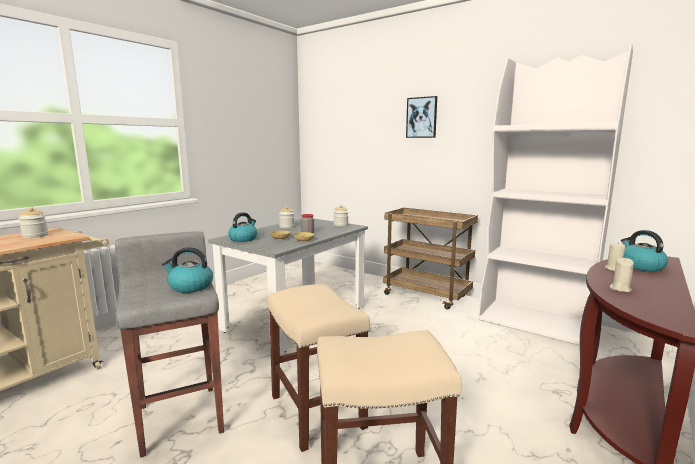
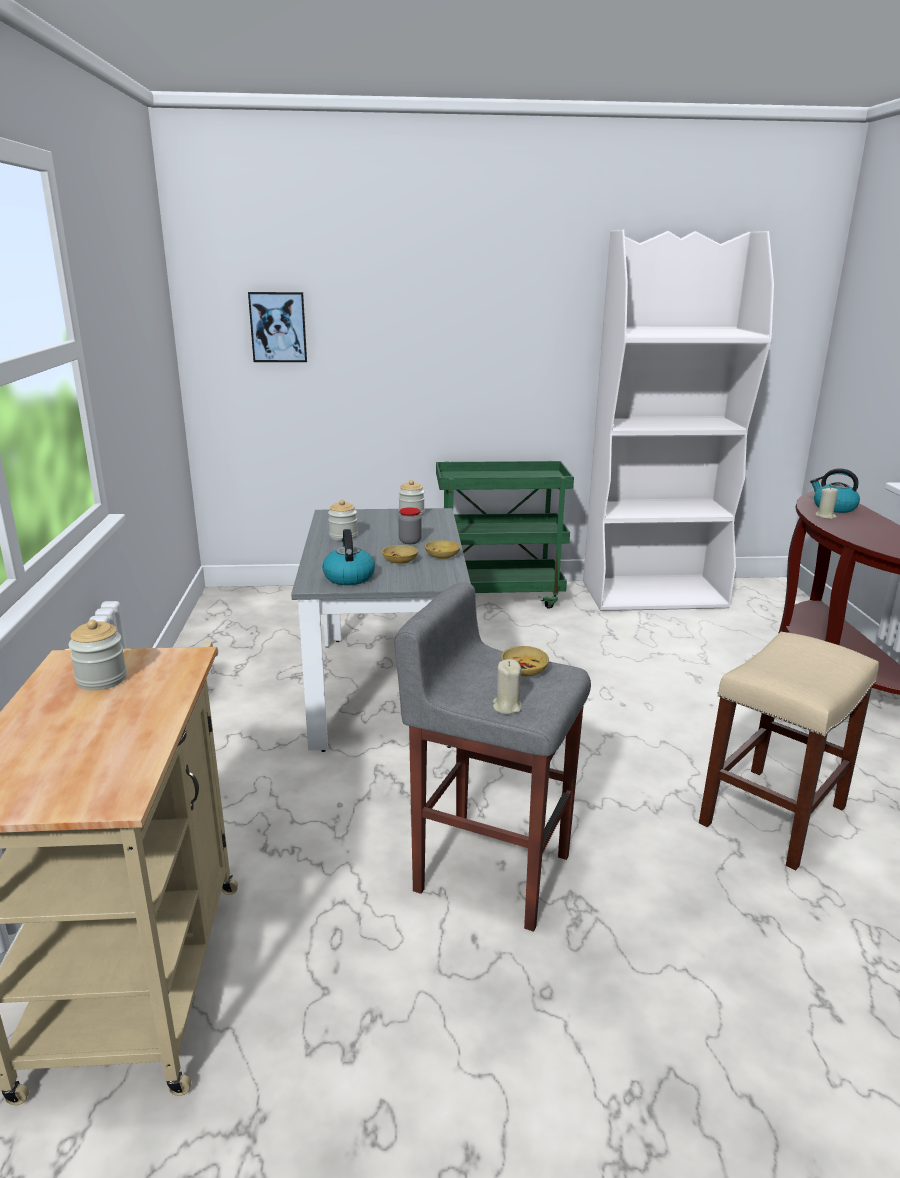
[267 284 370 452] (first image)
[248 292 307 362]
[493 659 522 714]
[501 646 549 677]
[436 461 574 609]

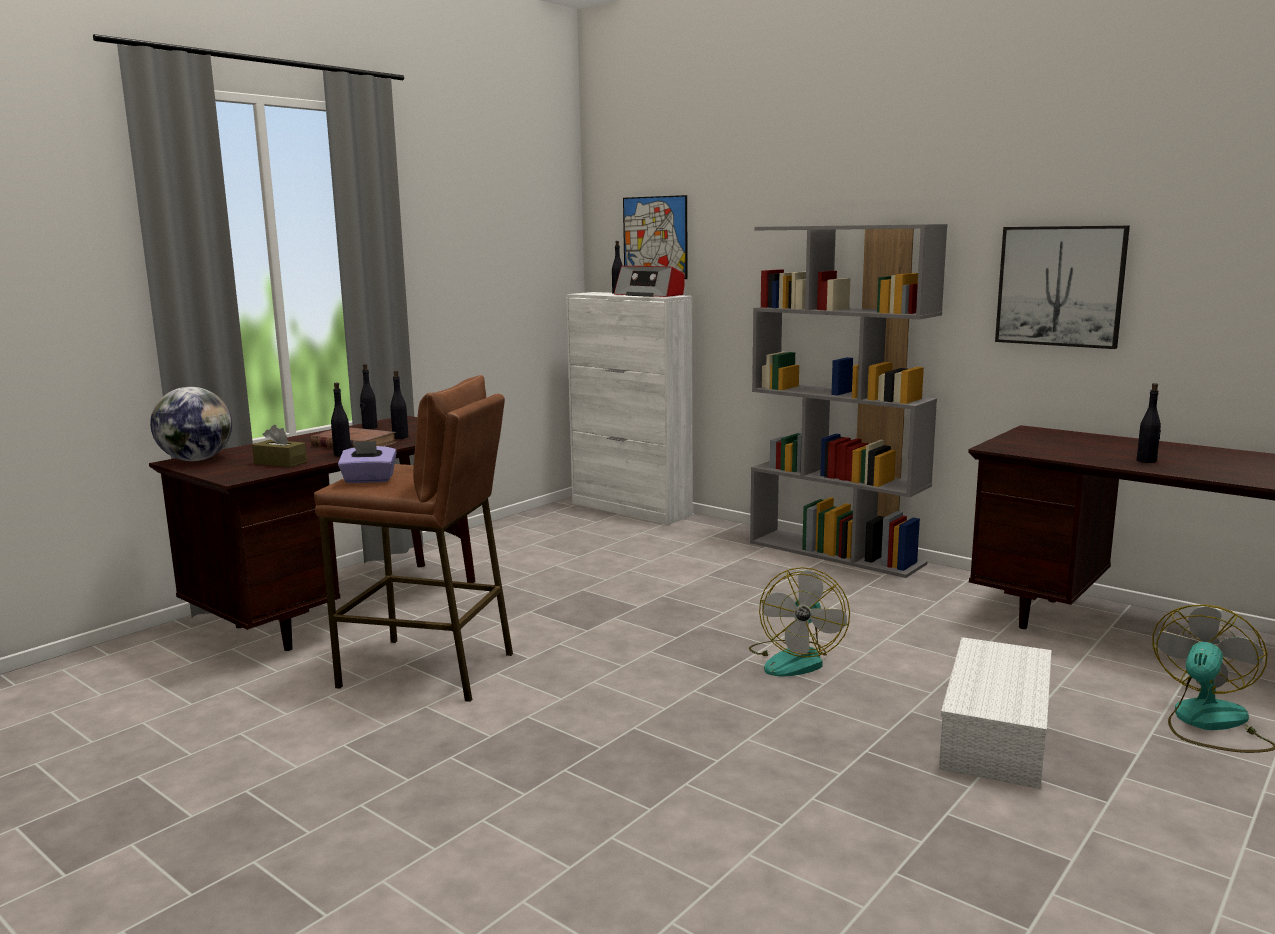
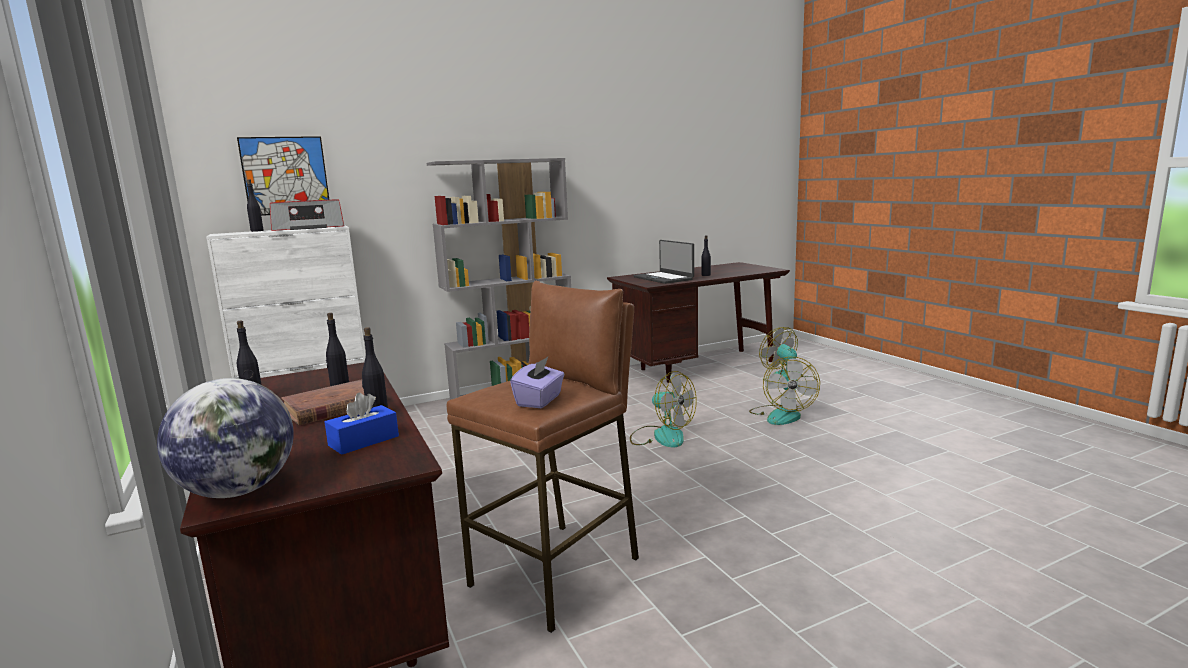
[995 226 1130 349] (first image)
[633 240 694 284]
[749 357 820 425]
[325 393 399 455]

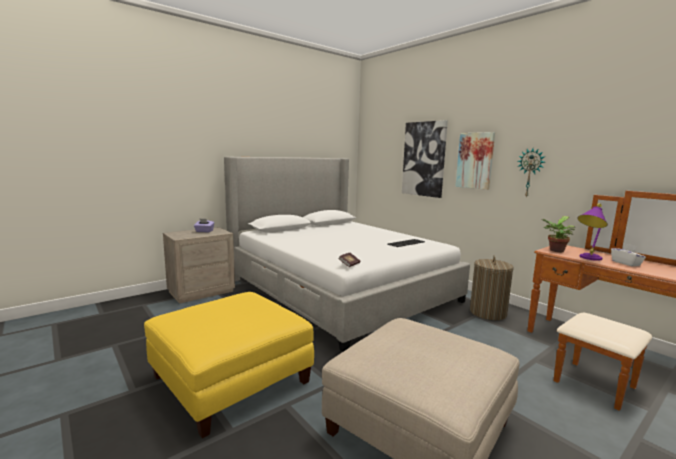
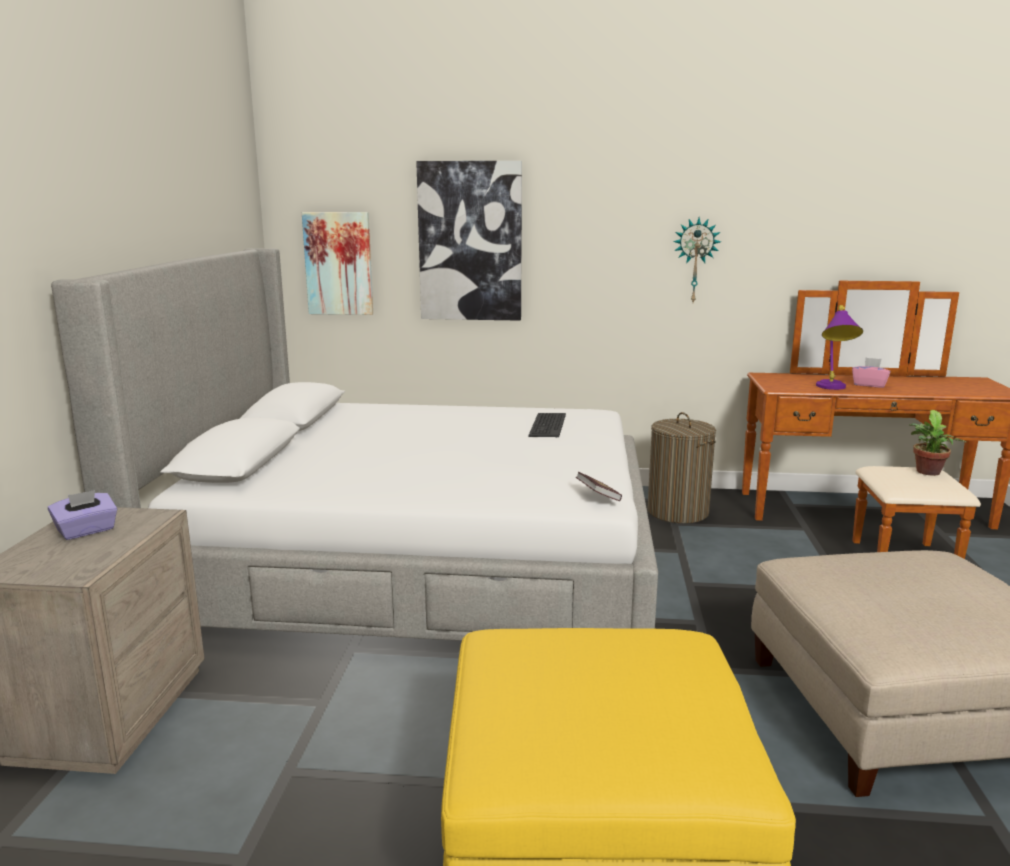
[302 212 373 315]
[909 410 966 476]
[852 358 891 388]

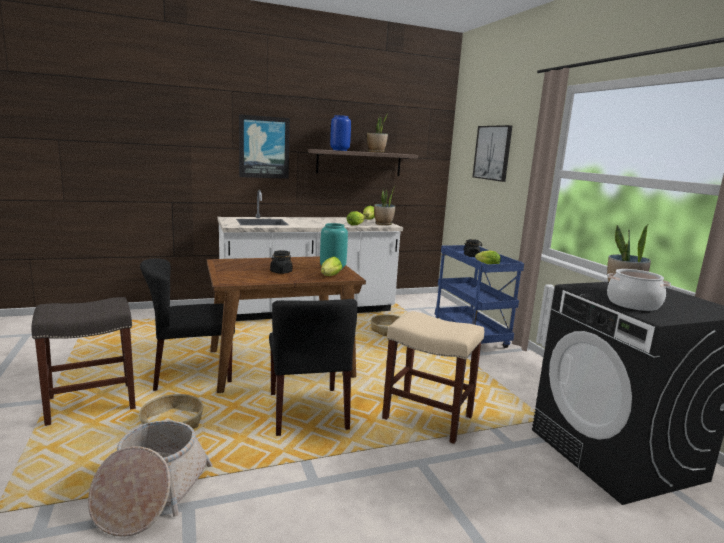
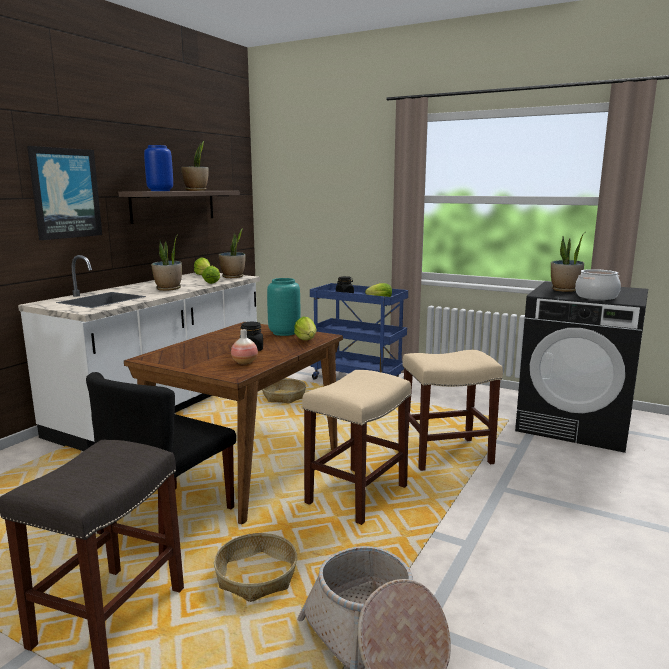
[473 125 512 182] (first image)
[151 234 182 291]
[231 329 258 364]
[302 370 411 525]

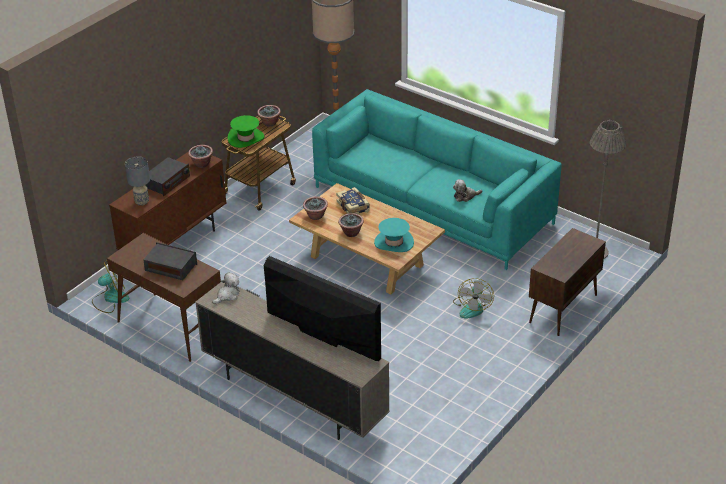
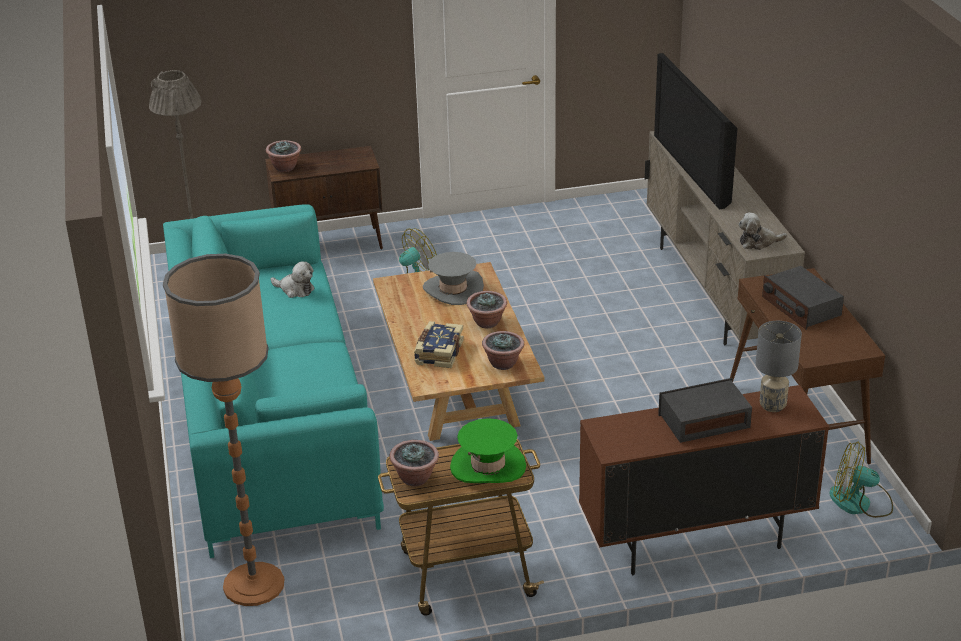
[266 140 301 172]
[423 252 484 305]

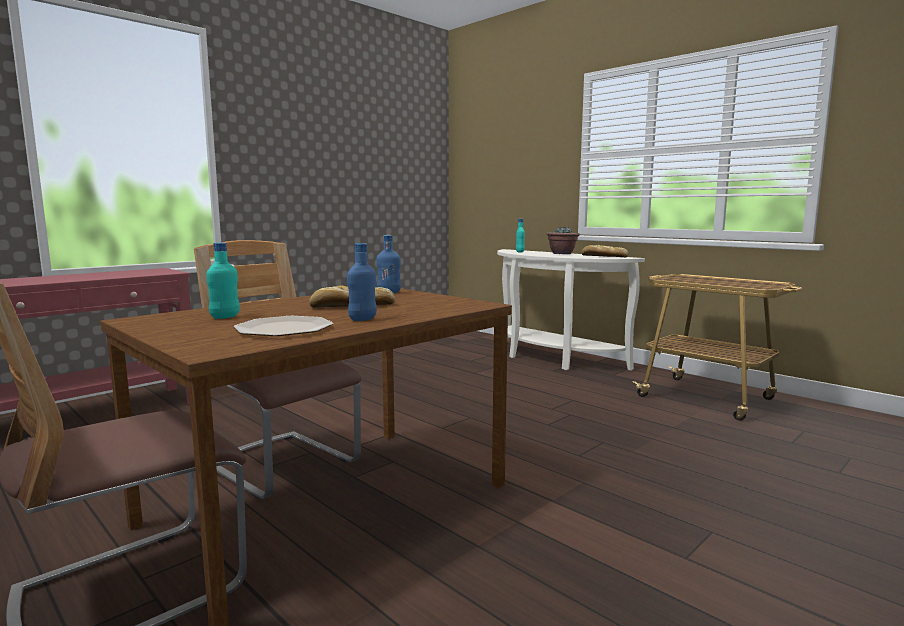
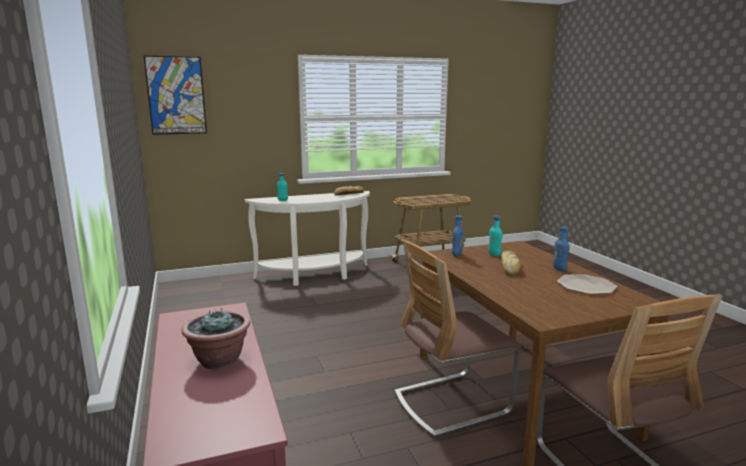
[144 56 207 135]
[488 216 503 257]
[181 308 250 370]

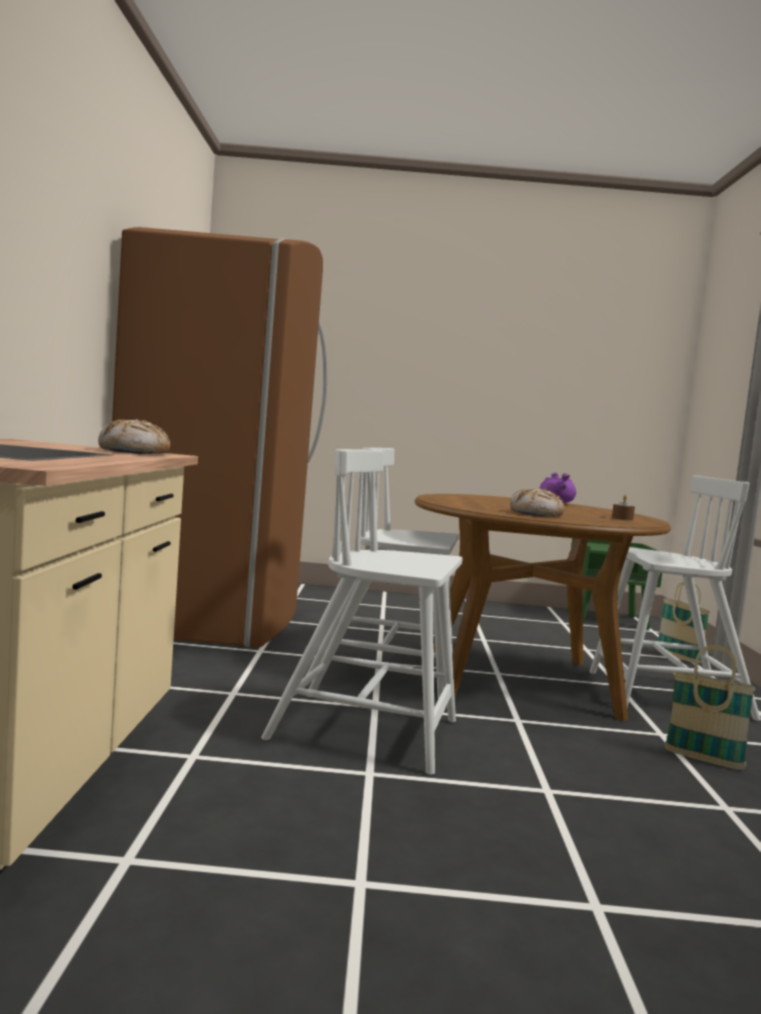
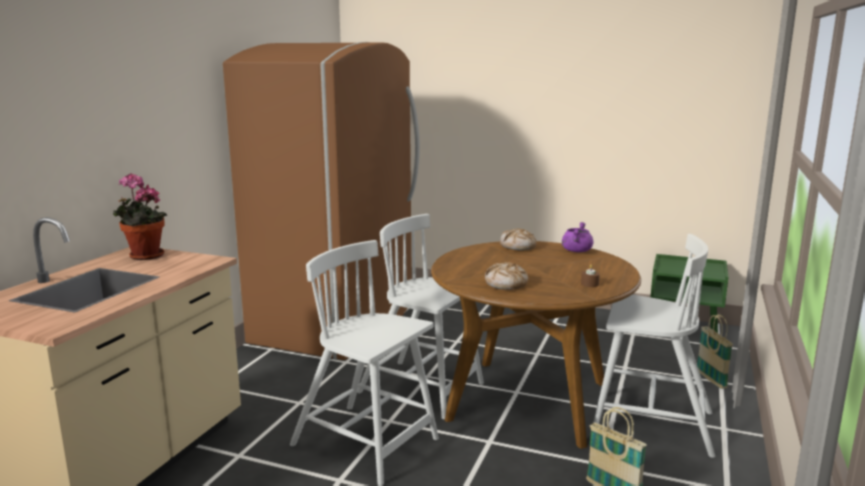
[113 173 167 260]
[500 229 537 251]

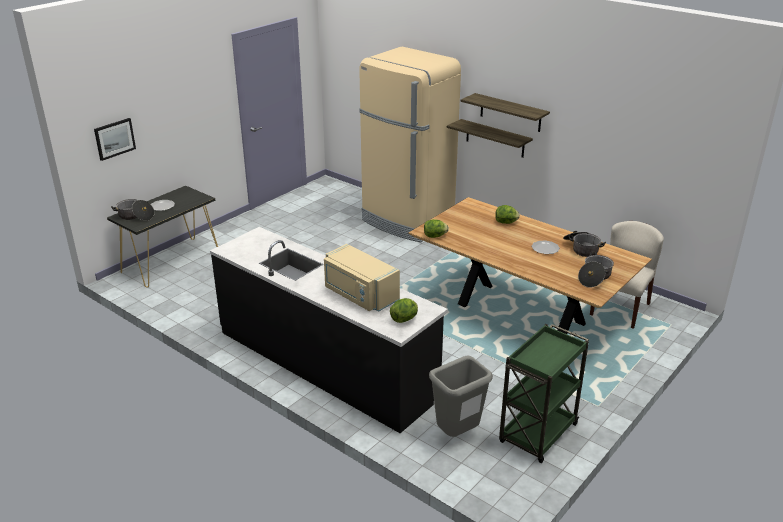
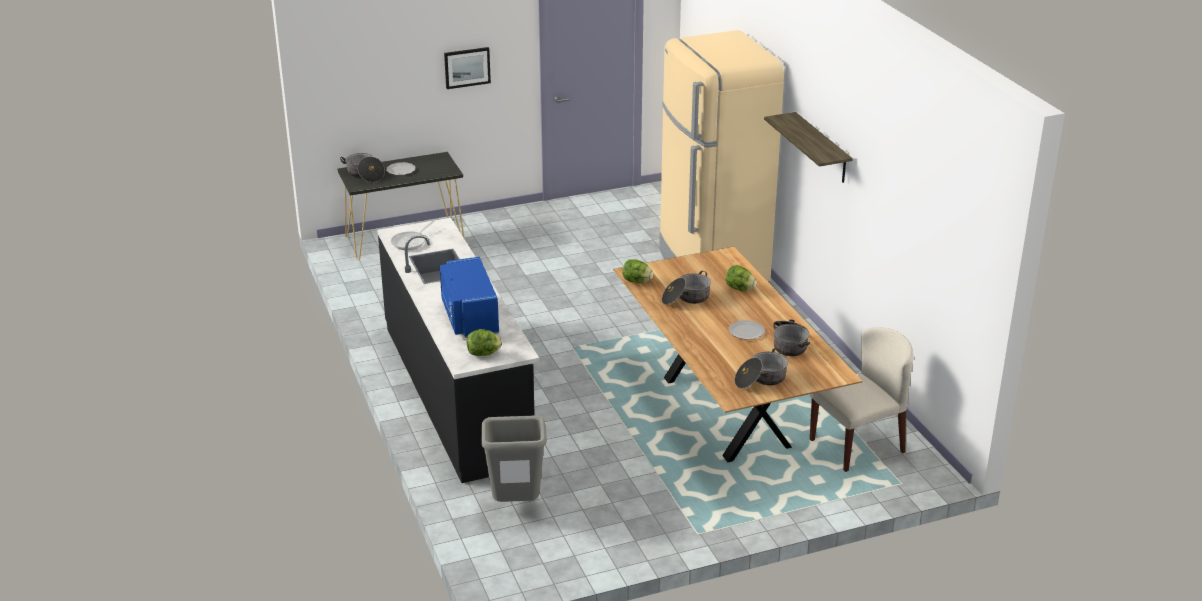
[447 119 533 158] (first image)
[499 324 589 463] (first image)
[391 220 435 250]
[662 271 711 305]
[444 47 491 89]
[440 257 499 338]

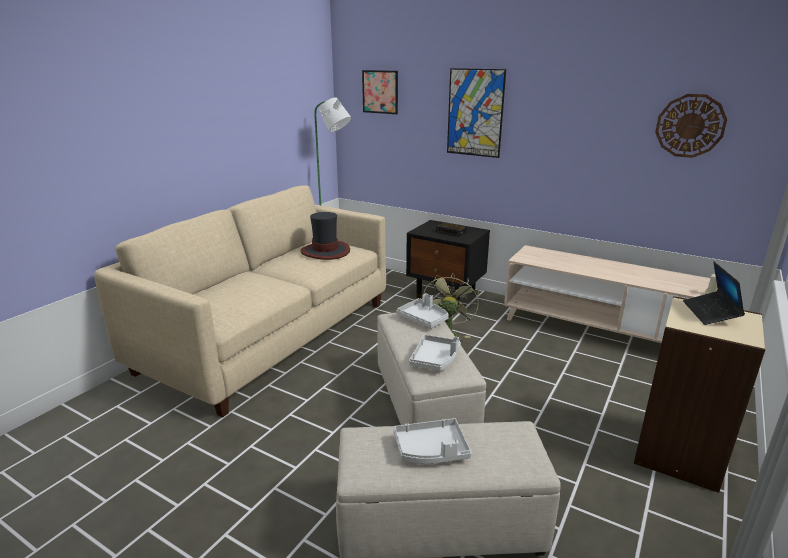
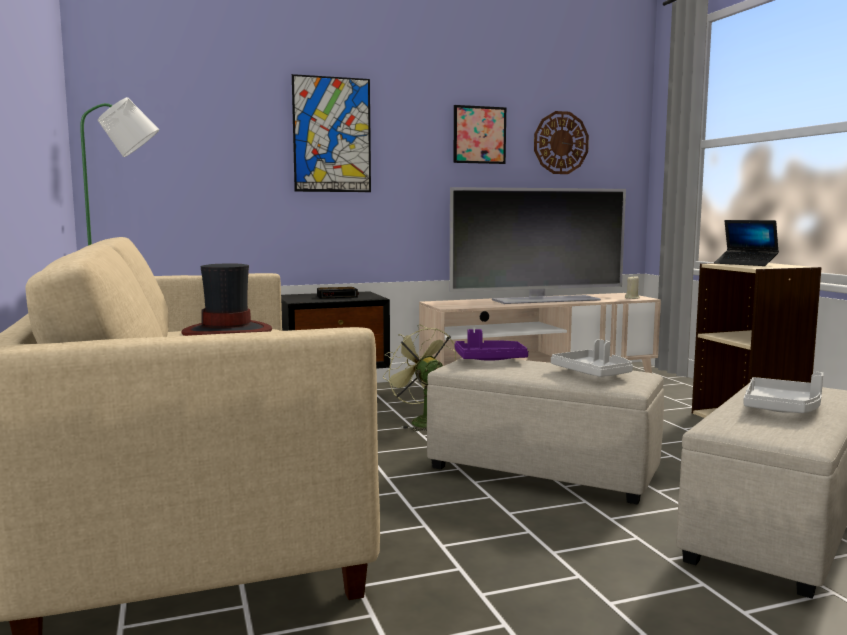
[449 187 626 304]
[453 105 506 164]
[455 329 528 361]

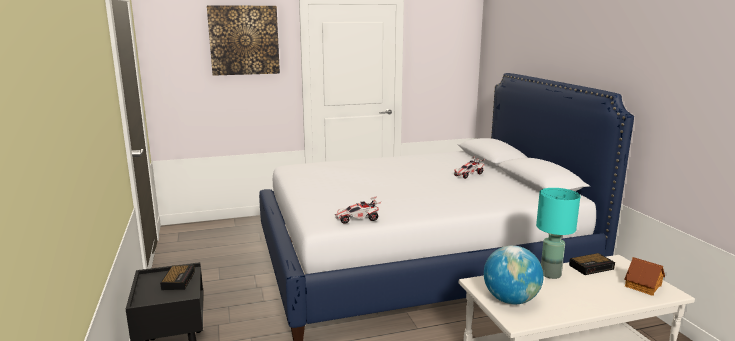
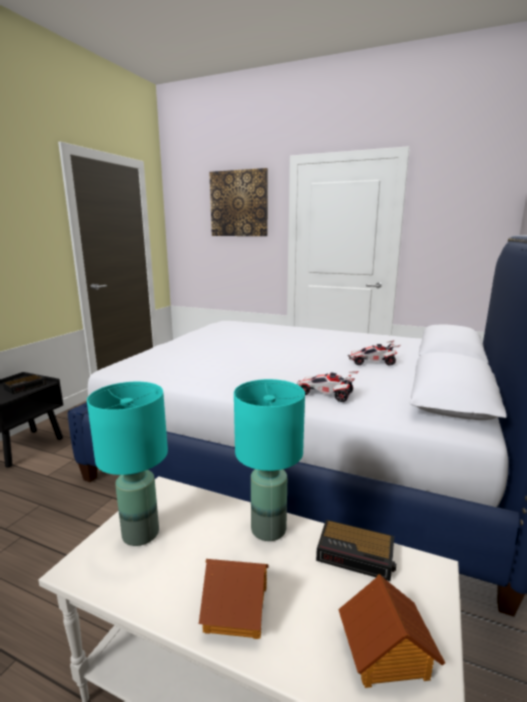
[199 559 269 639]
[297 371 359 402]
[87 382 168 546]

